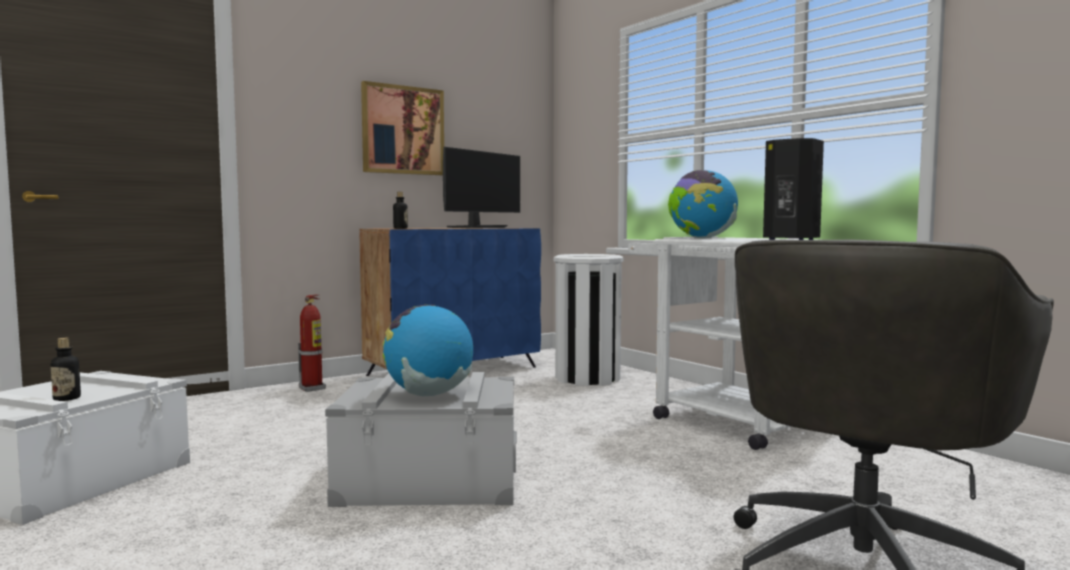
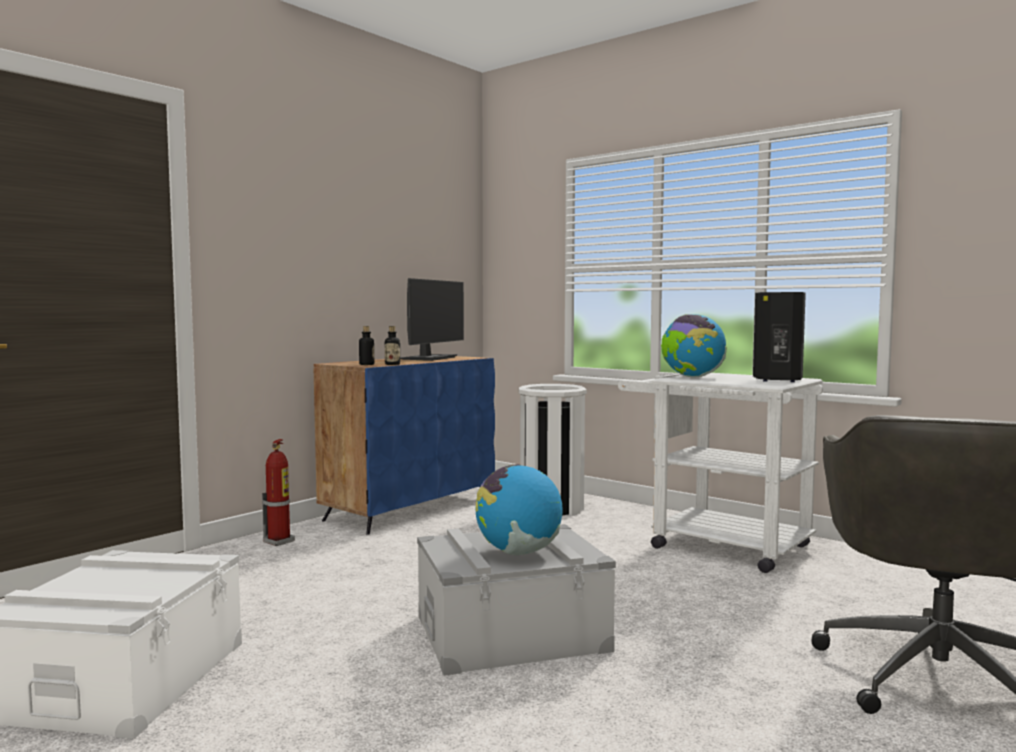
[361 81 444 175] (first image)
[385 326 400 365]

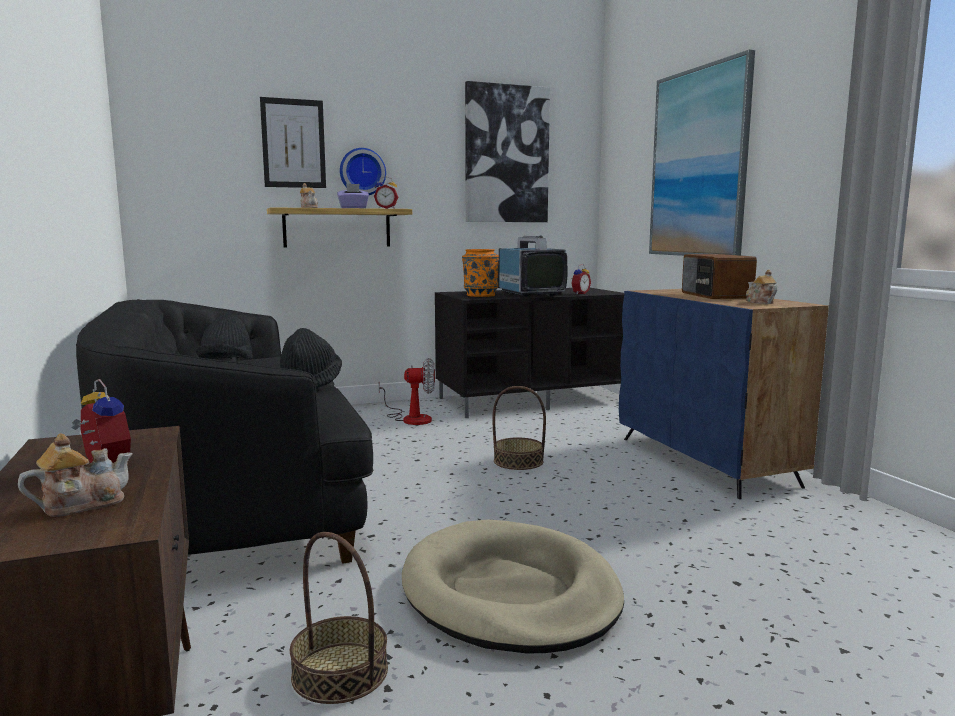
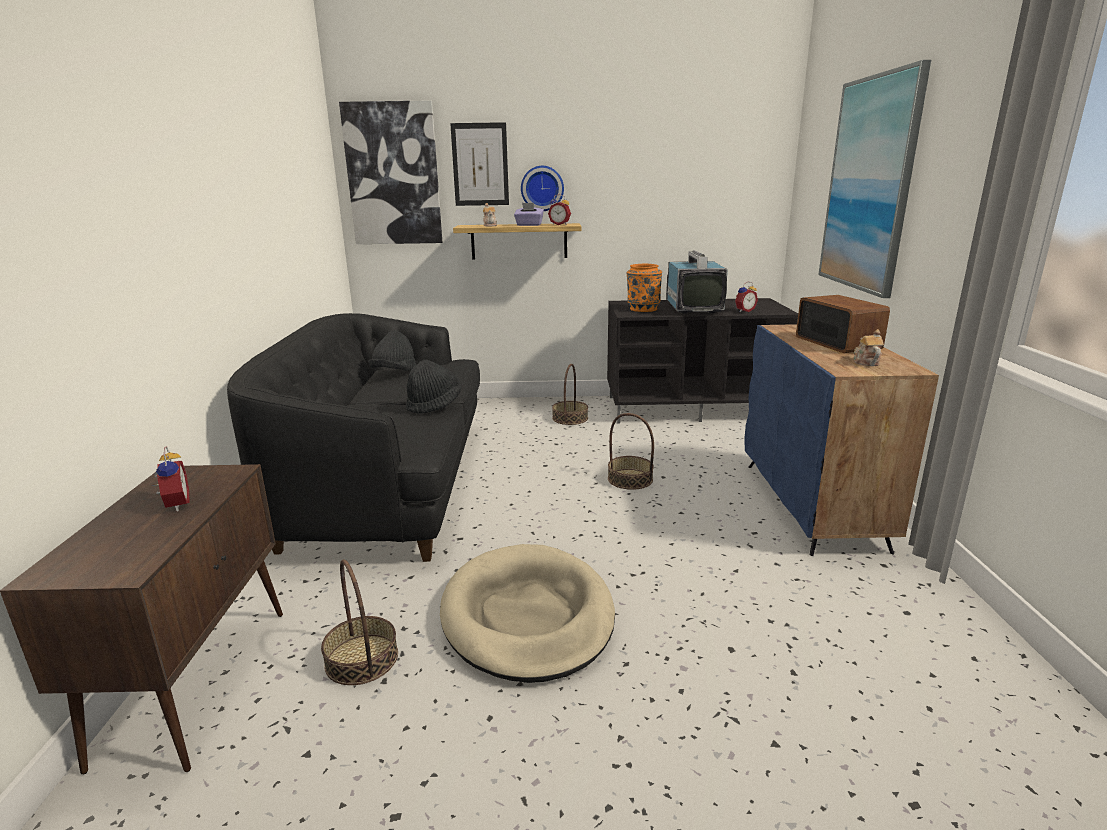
[18 434 133 517] (first image)
[339 100 442 244]
[552 364 588 425]
[796 295 890 353]

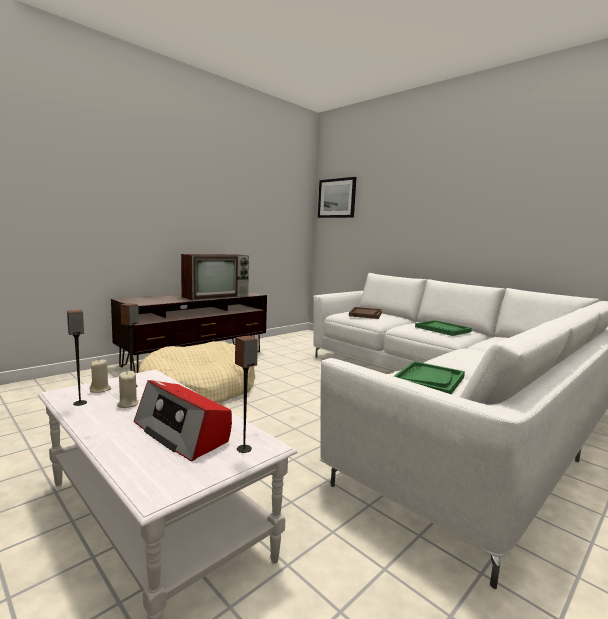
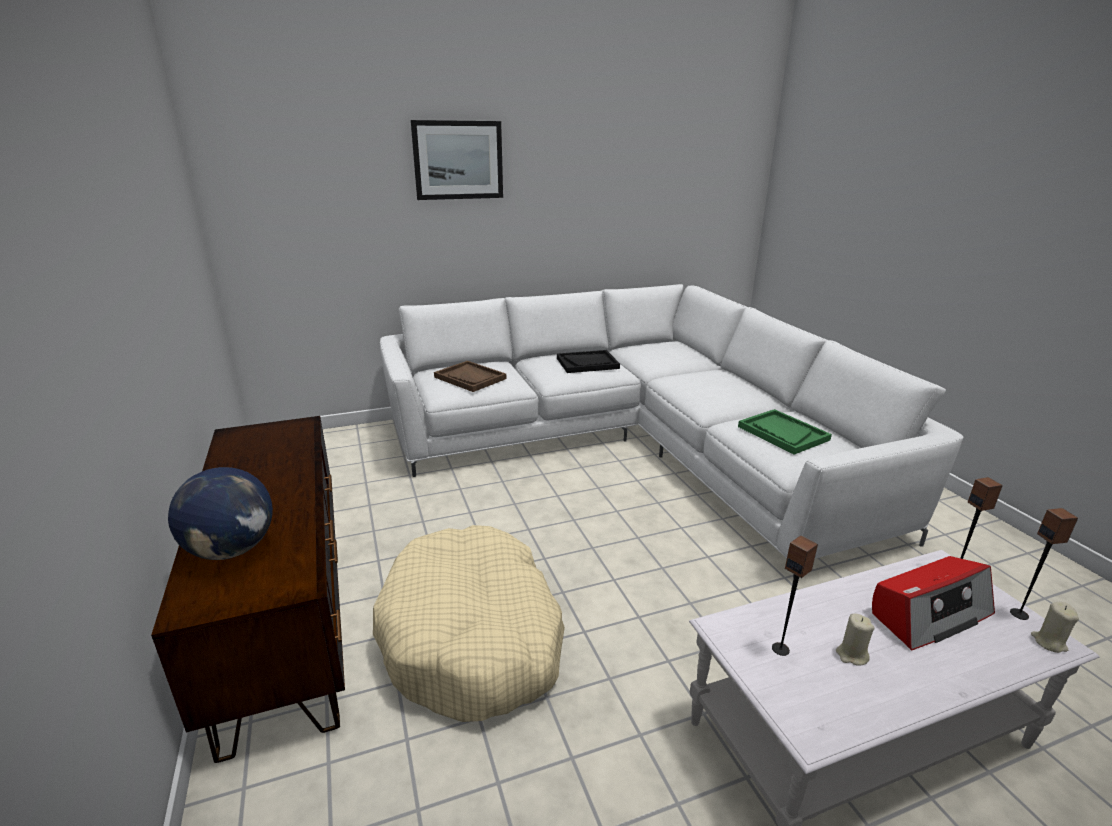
[181 254 249 300] (first image)
[168 467 273 560]
[1010 508 1078 620]
[1031 602 1079 653]
[411 120 503 200]
[557 350 620 373]

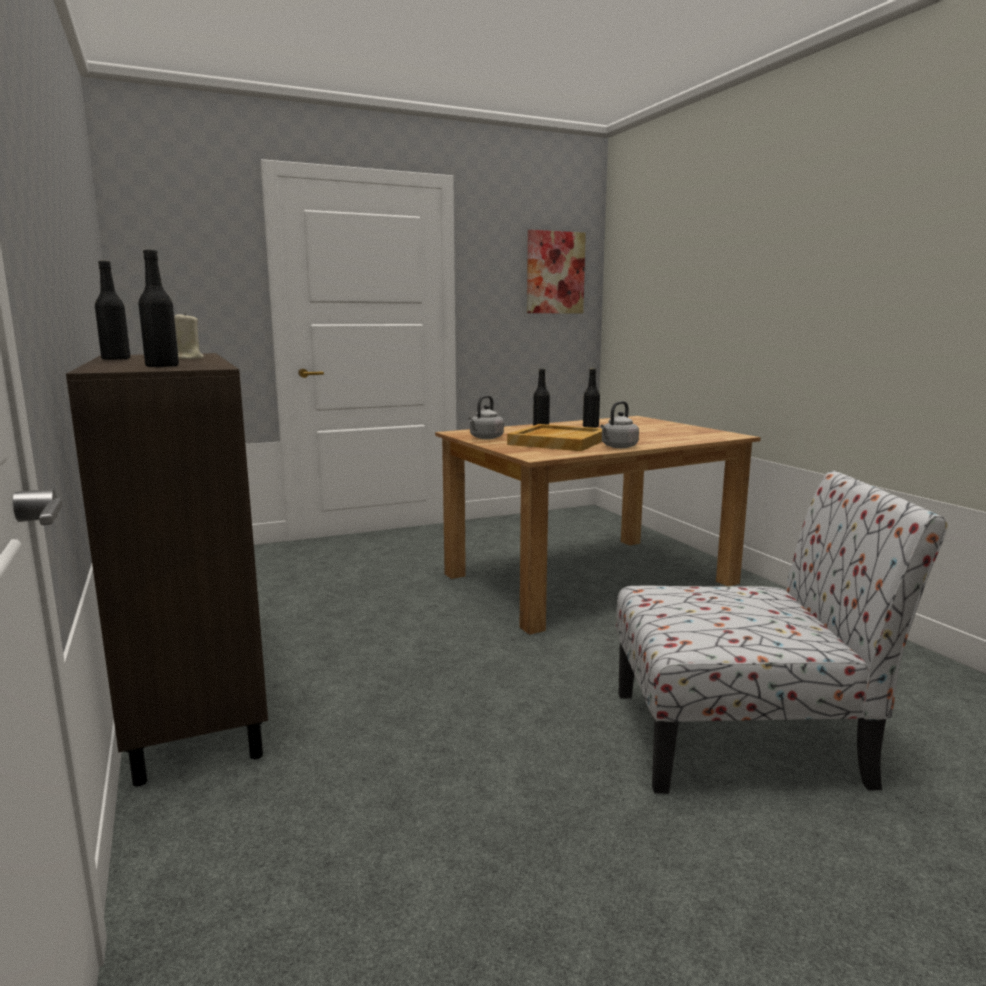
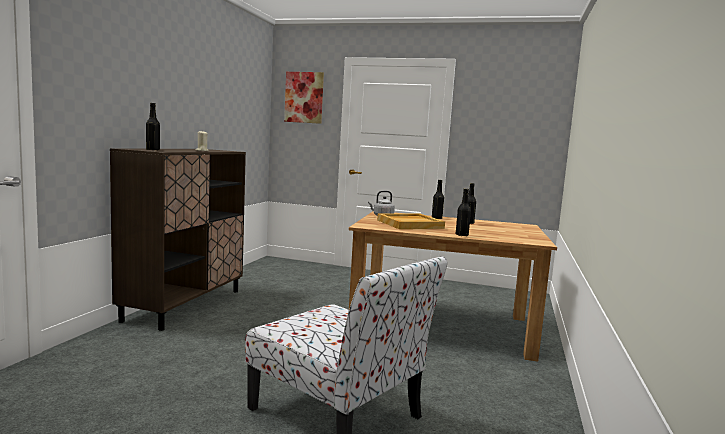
[600 401 639 448] (first image)
[456 188 471 236]
[284 72 324 124]

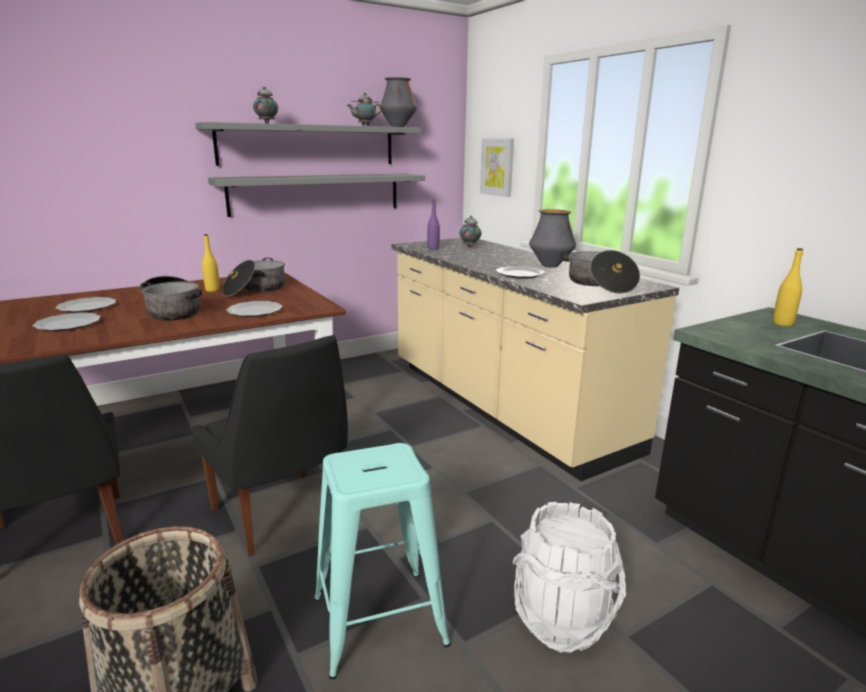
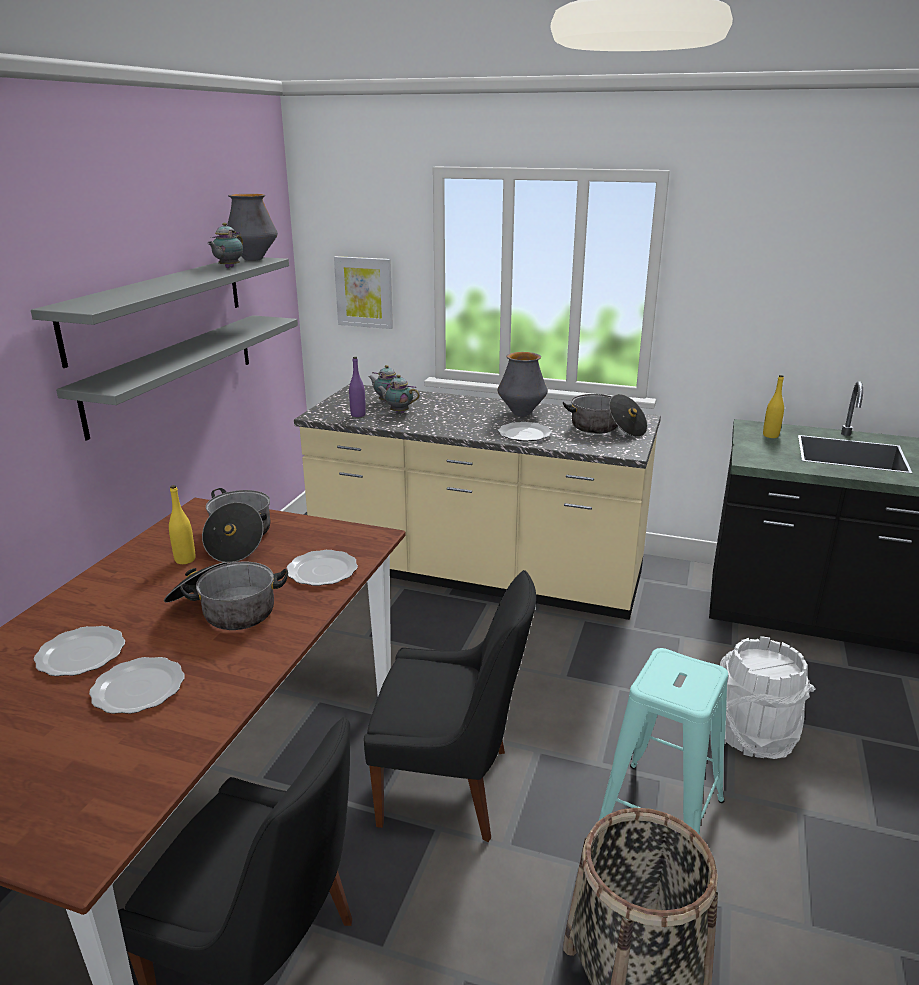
[377 375 420 413]

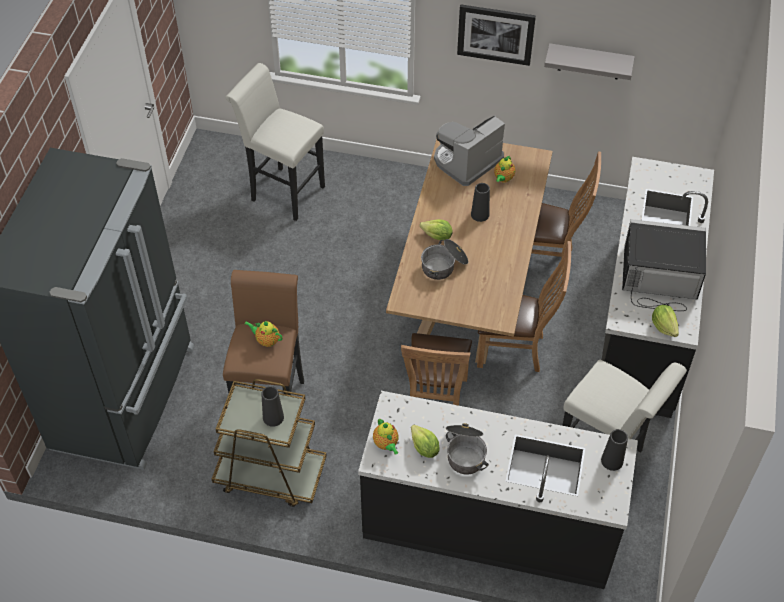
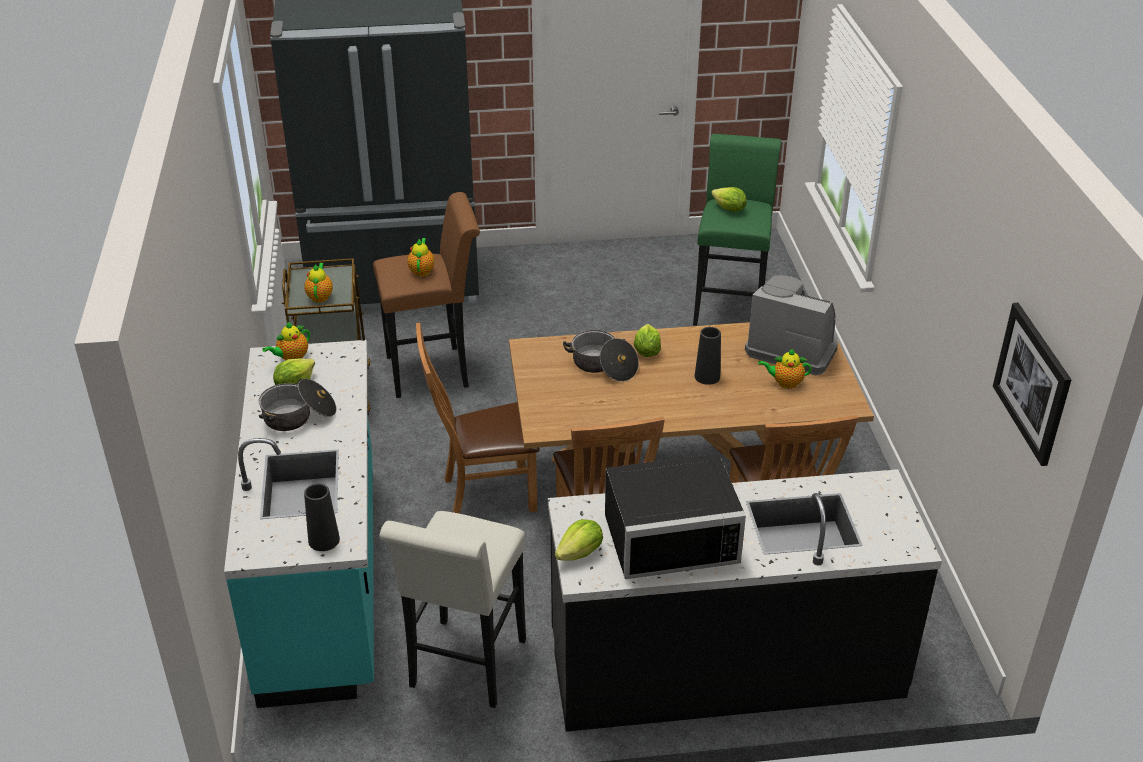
[544 43 635 80] (first image)
[711 187 747 212]
[993 303 1072 466]
[304 263 333 303]
[693 134 781 326]
[224 340 374 708]
[605 453 746 579]

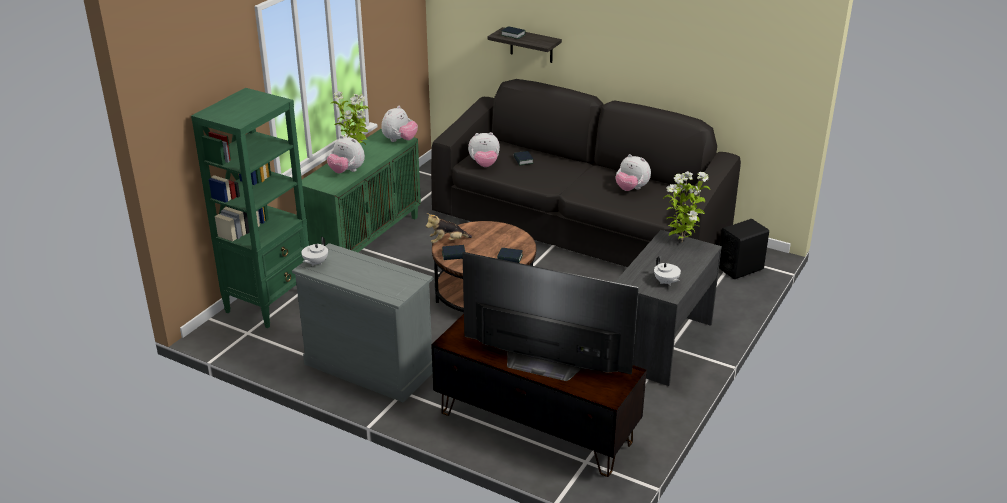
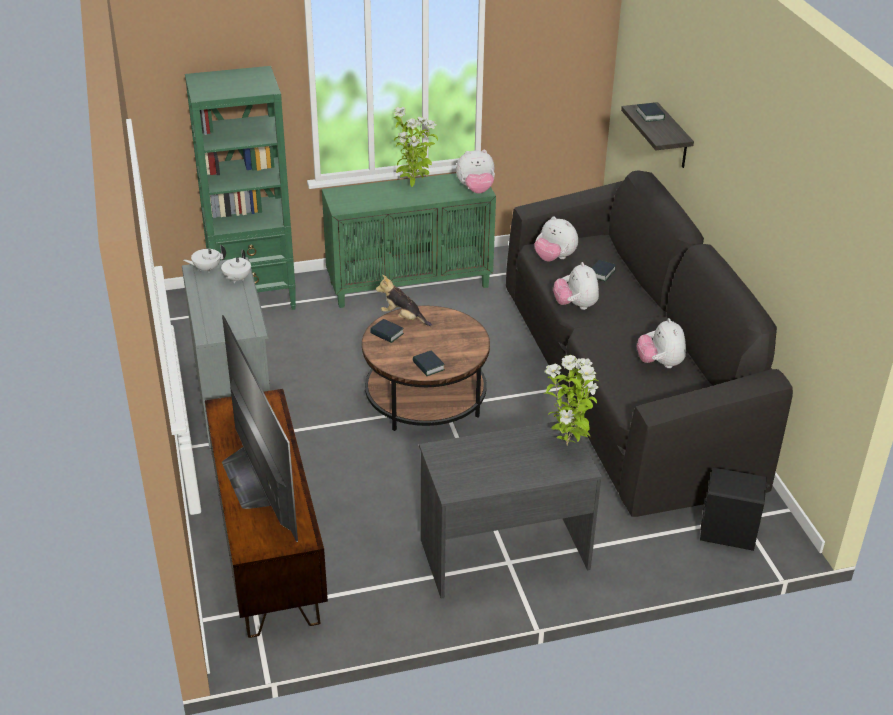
[553 262 599 310]
[221 249 251 283]

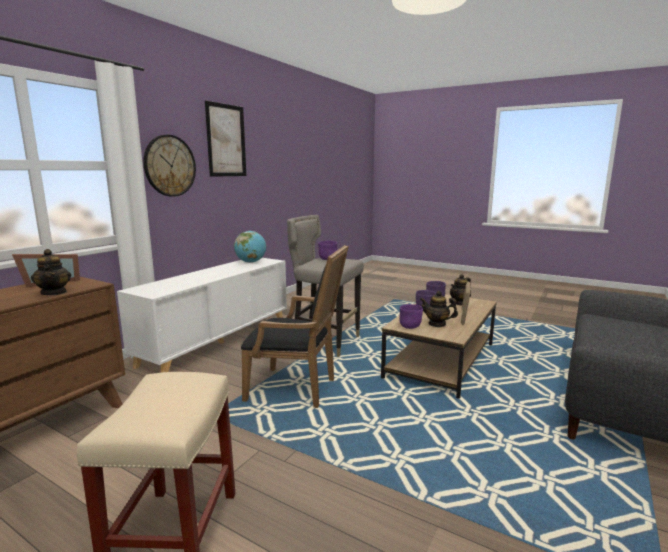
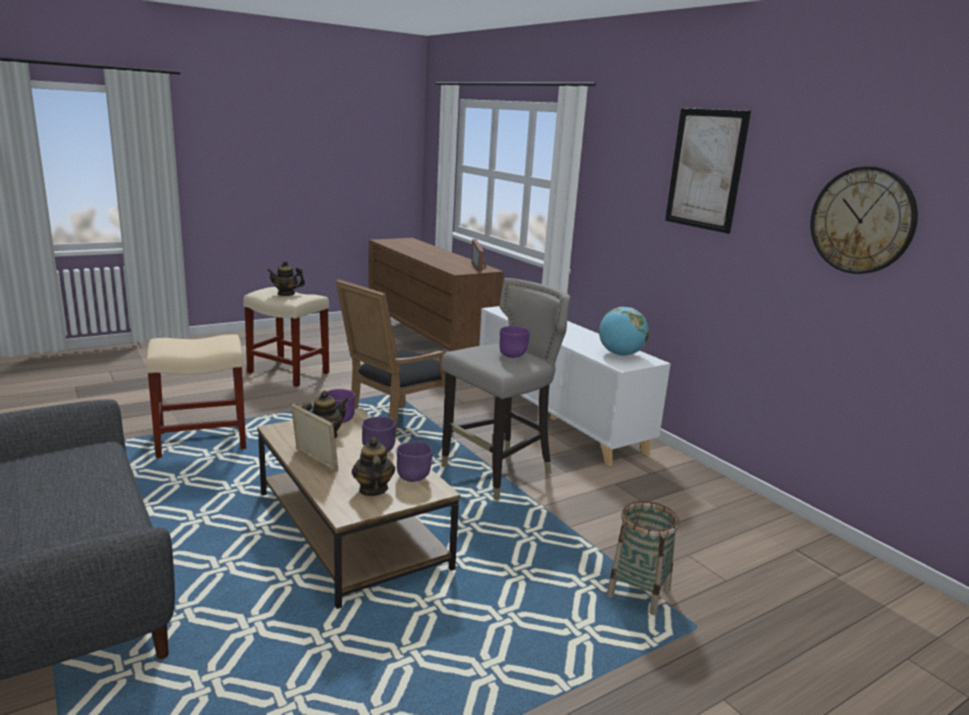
[146 334 246 458]
[607 501 679 615]
[267 261 305 296]
[810 166 918 274]

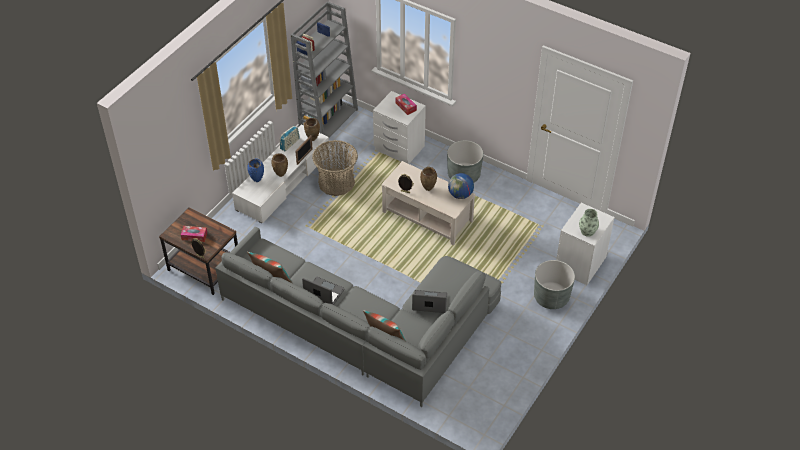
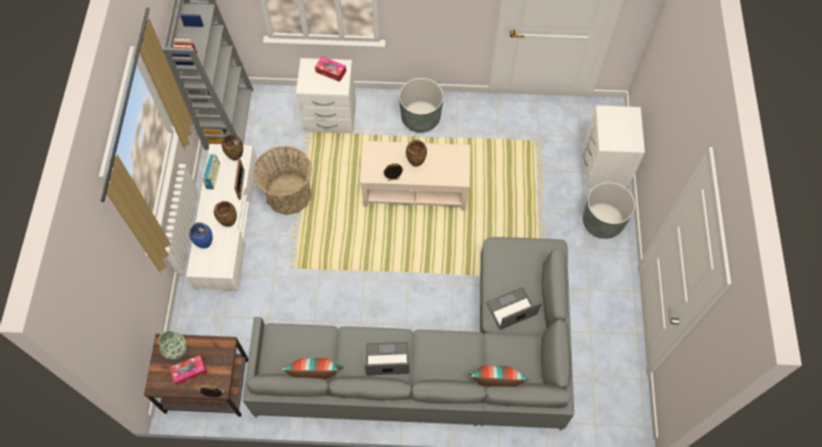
[448 173 474 199] (first image)
[159 331 187 360]

